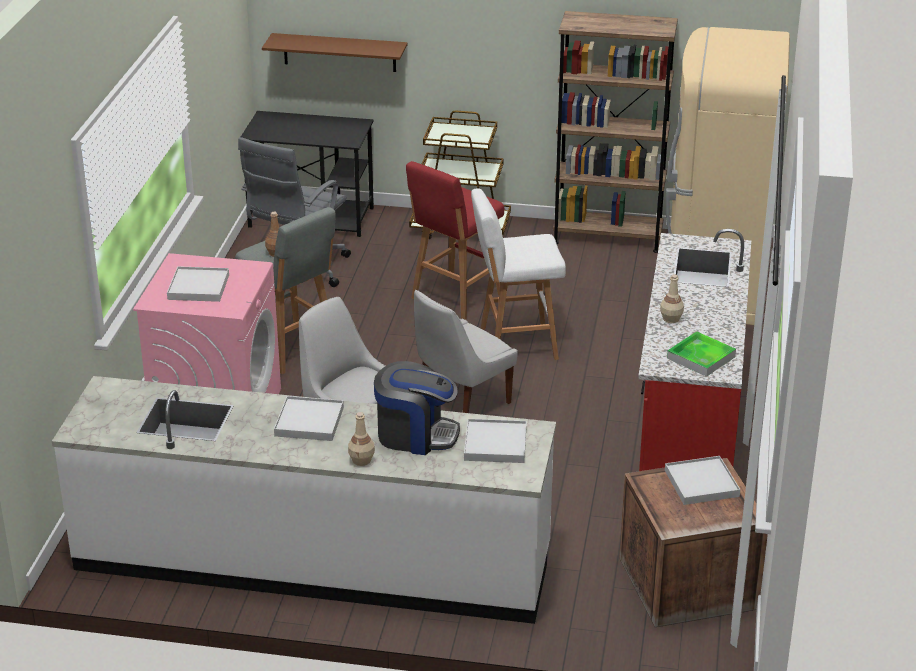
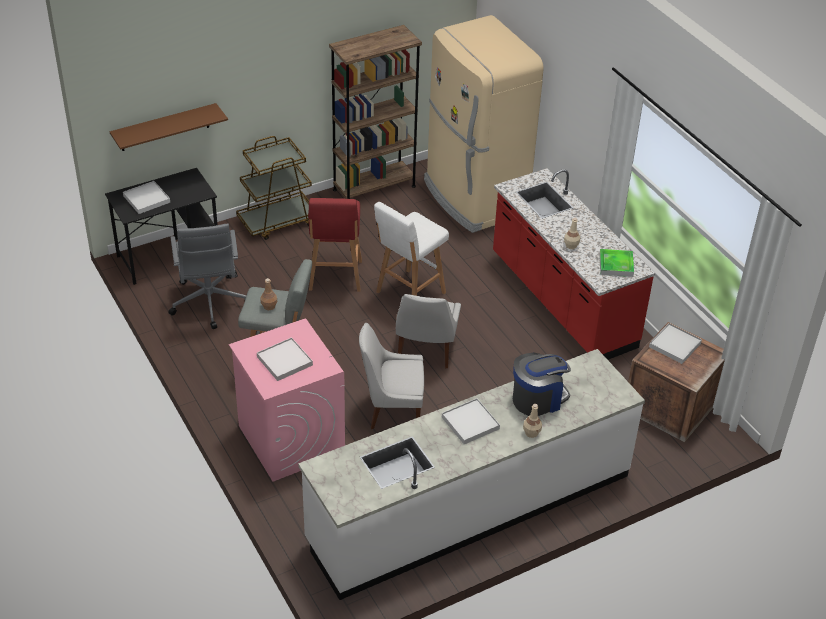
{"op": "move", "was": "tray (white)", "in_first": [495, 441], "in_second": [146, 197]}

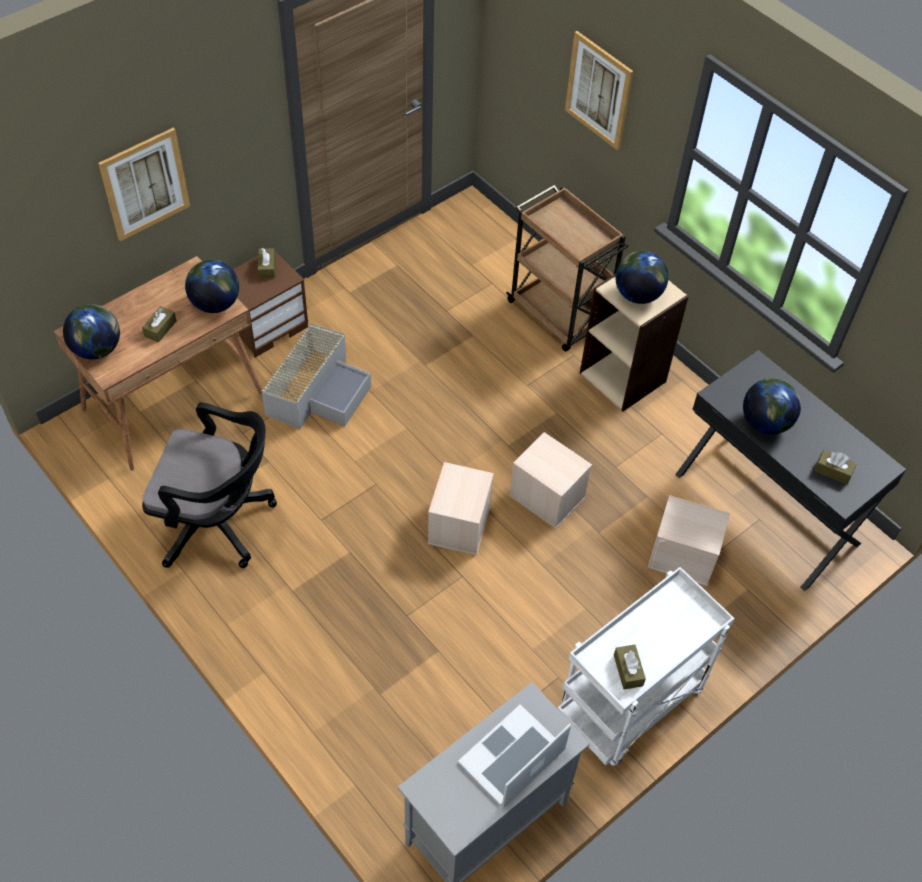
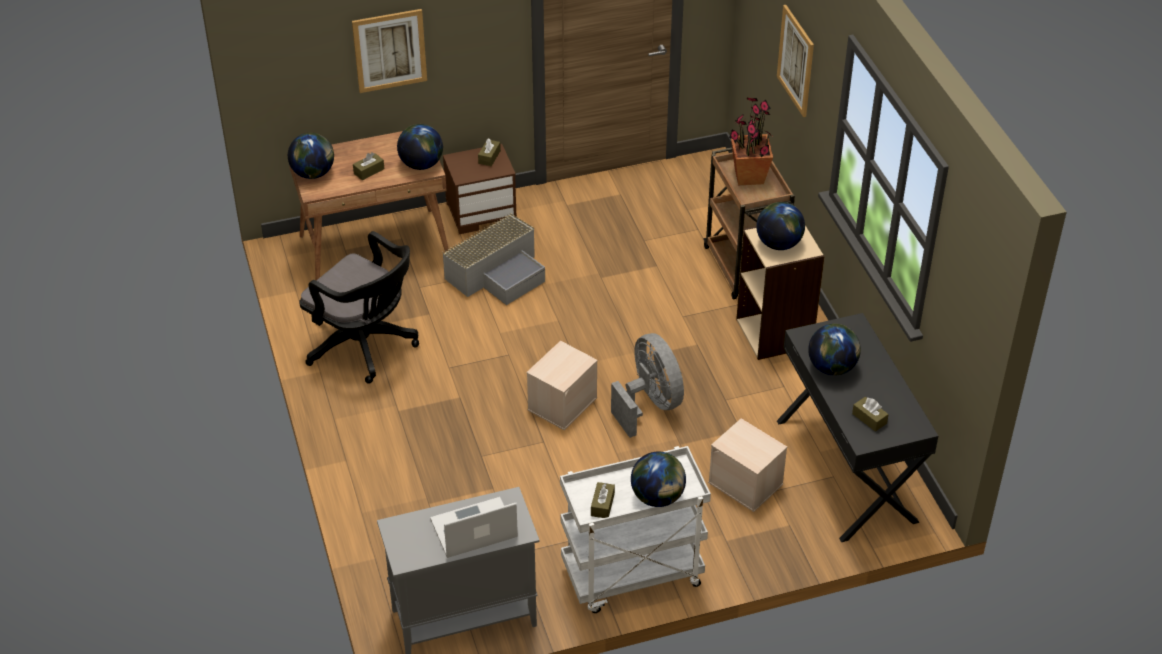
{"op": "replace", "was": "storage box (beige)", "now": "fan (grey)", "in_first": [550, 480], "in_second": [647, 385]}
{"op": "insert", "now": "globe", "in_second": [658, 479]}
{"op": "insert", "now": "potted plant", "in_second": [751, 141]}

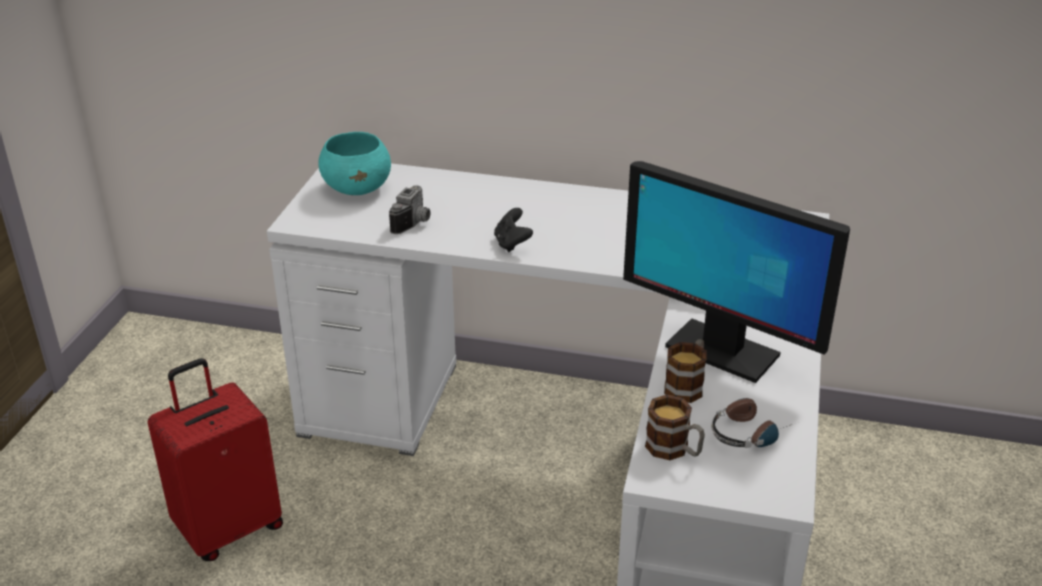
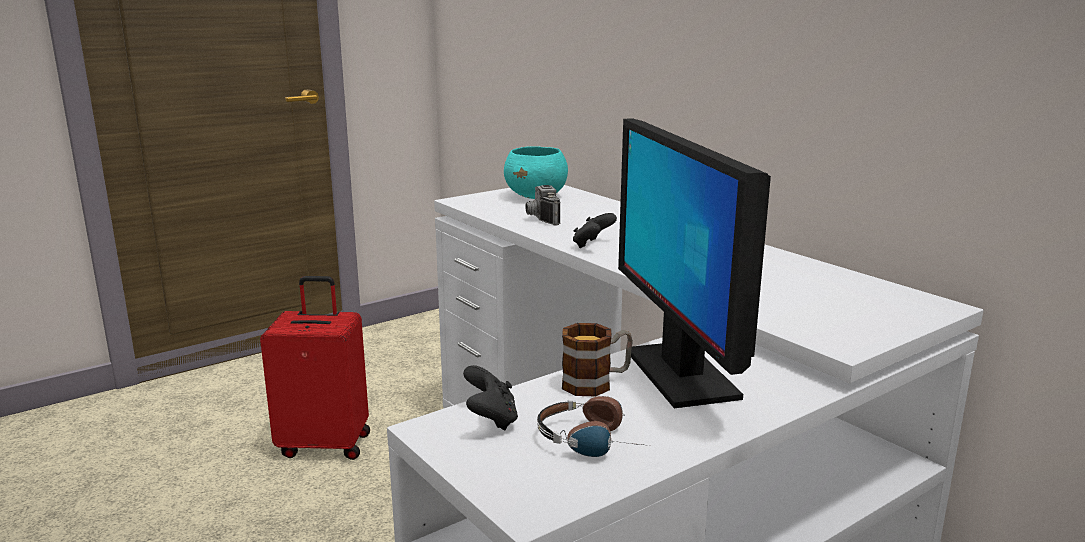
{"op": "replace", "was": "mug", "now": "game controller (black)", "in_first": [675, 427], "in_second": [490, 398]}
{"op": "rotate", "was": "photo camera", "in_first": [410, 209], "in_second": [543, 205], "clockwise": 105}

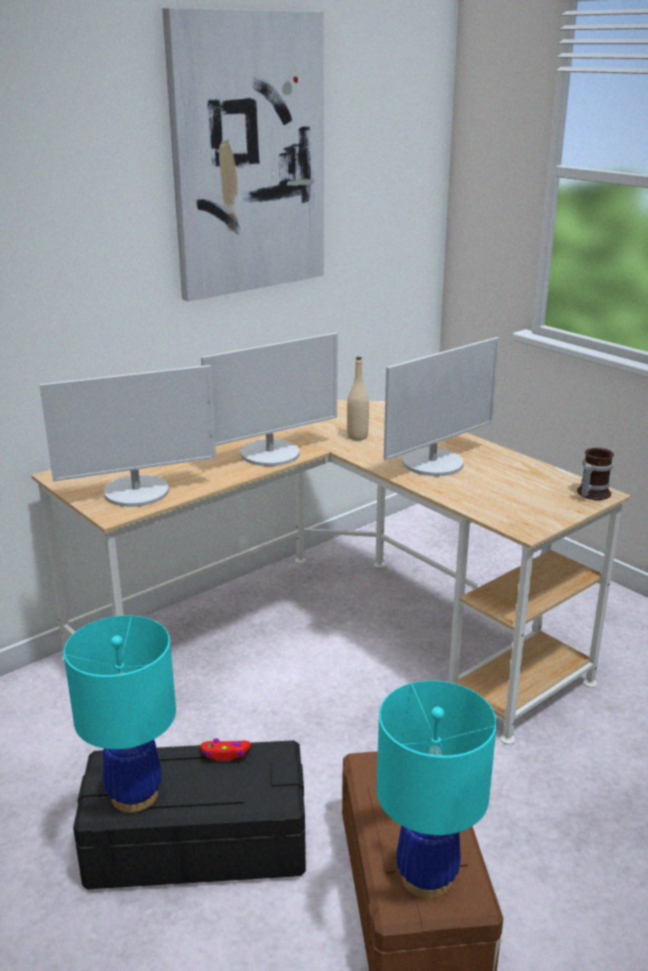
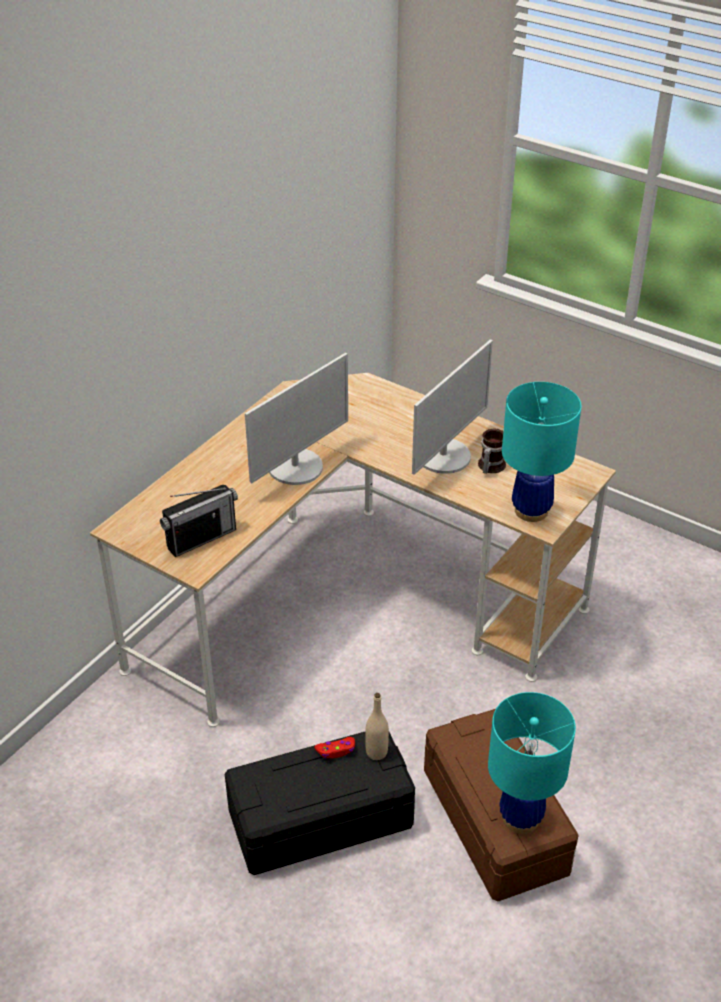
{"op": "replace", "was": "monitor", "now": "radio", "in_first": [127, 436], "in_second": [199, 521]}
{"op": "move", "was": "bottle (beige)", "in_first": [358, 398], "in_second": [377, 726]}
{"op": "move", "was": "mug", "in_first": [595, 474], "in_second": [492, 451]}
{"op": "move", "was": "table lamp (turquoise)", "in_first": [119, 713], "in_second": [541, 452]}
{"op": "delete", "was": "picture", "in_first": [243, 155]}

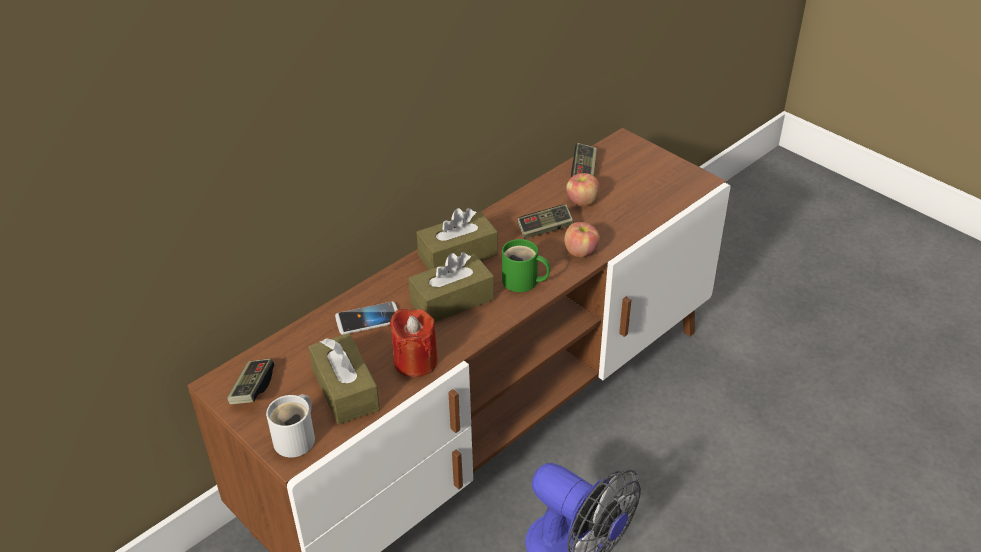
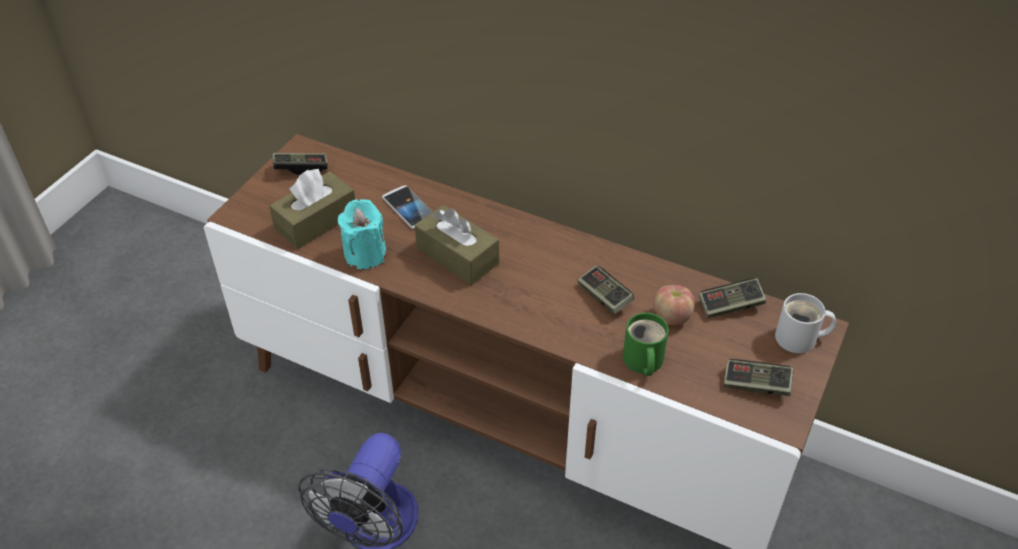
{"op": "recolor", "was": "candle (red)", "now": "candle (turquoise)", "in_first": [414, 343], "in_second": [362, 234]}
{"op": "move", "was": "mug (green)", "in_first": [526, 265], "in_second": [646, 344]}
{"op": "insert", "now": "game controller", "in_second": [759, 377]}
{"op": "move", "was": "mug (white)", "in_first": [290, 426], "in_second": [805, 323]}
{"op": "delete", "was": "tissue box (brown)", "in_first": [457, 239]}
{"op": "delete", "was": "apple", "in_first": [582, 239]}

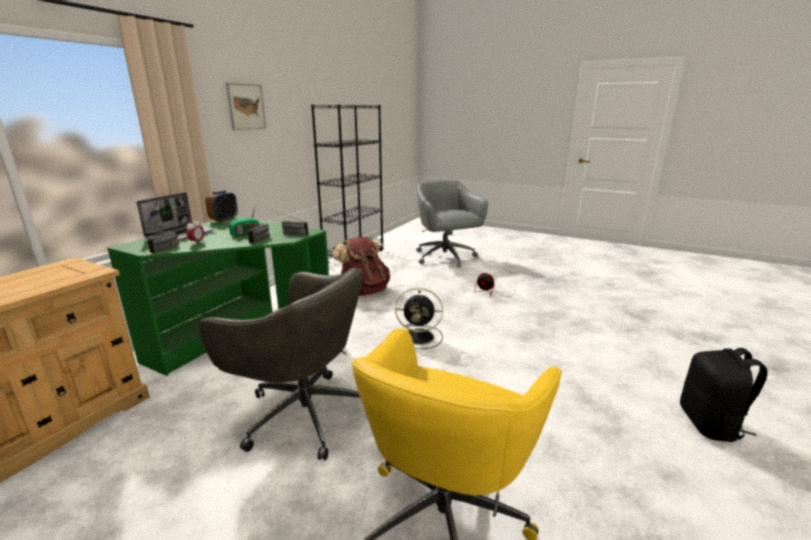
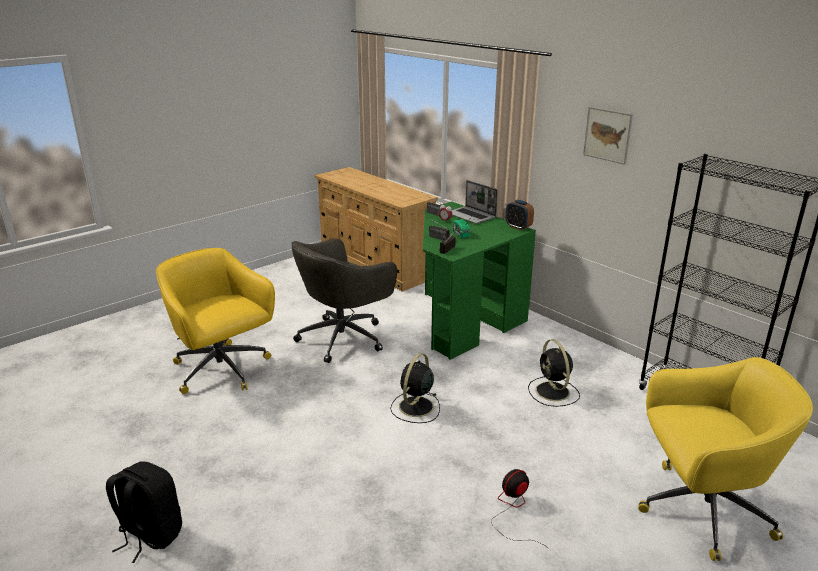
{"op": "replace", "was": "backpack (brown)", "now": "fan (black)", "in_first": [361, 266], "in_second": [554, 373]}
{"op": "recolor", "was": "office chair (grey)", "now": "office chair (yellow)", "in_first": [452, 223], "in_second": [725, 459]}

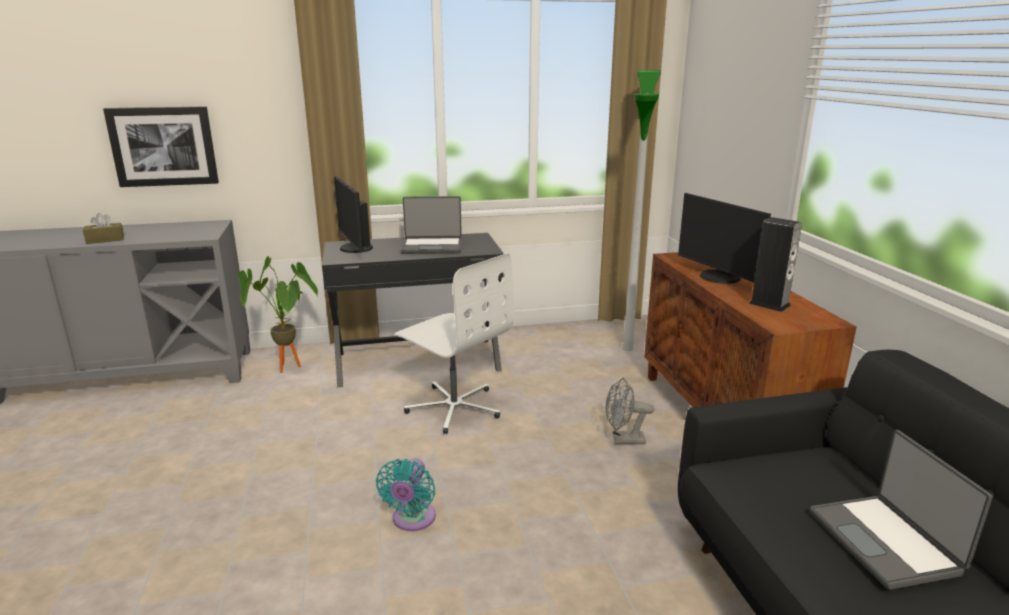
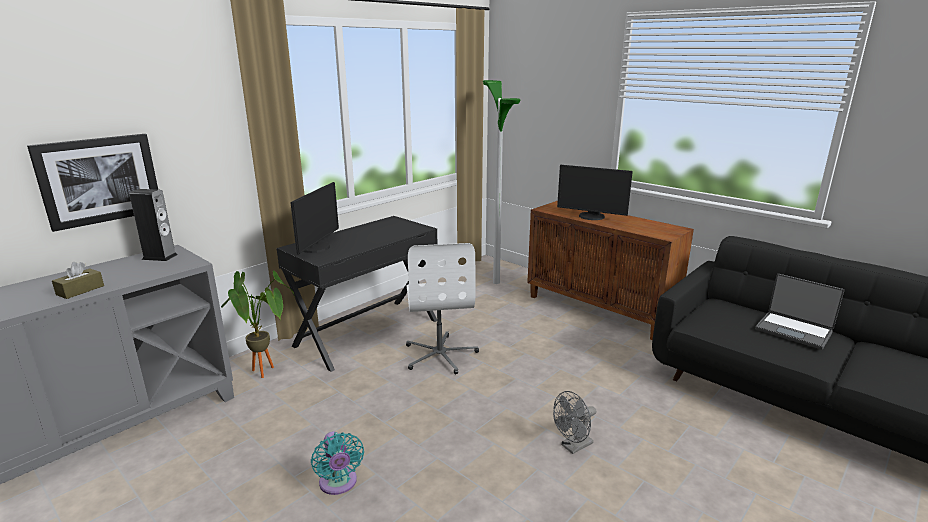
{"op": "move", "was": "speaker", "in_first": [775, 264], "in_second": [153, 225]}
{"op": "rotate", "was": "monitor", "in_first": [353, 214], "in_second": [314, 218], "clockwise": -105}
{"op": "move", "was": "fan (turquoise)", "in_first": [406, 494], "in_second": [337, 463]}
{"op": "rotate", "was": "office chair (white)", "in_first": [454, 343], "in_second": [442, 308], "clockwise": 75}
{"op": "move", "was": "fan (grey)", "in_first": [630, 411], "in_second": [574, 422]}
{"op": "delete", "was": "laptop", "in_first": [431, 225]}

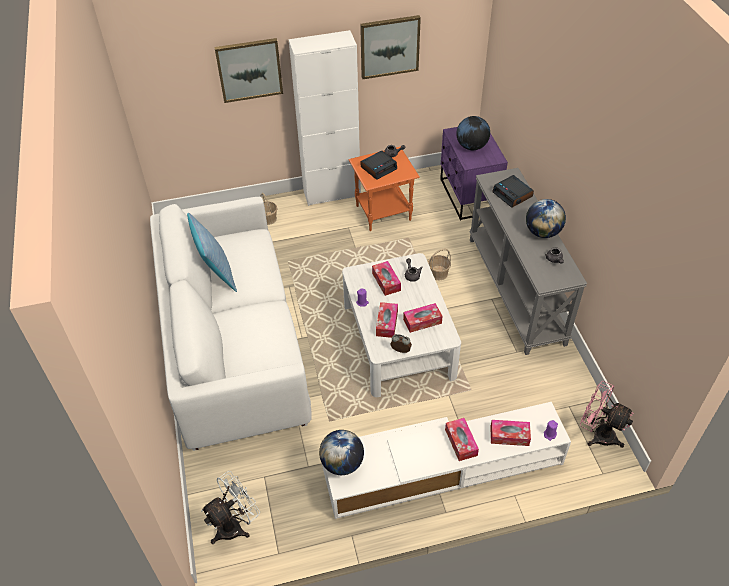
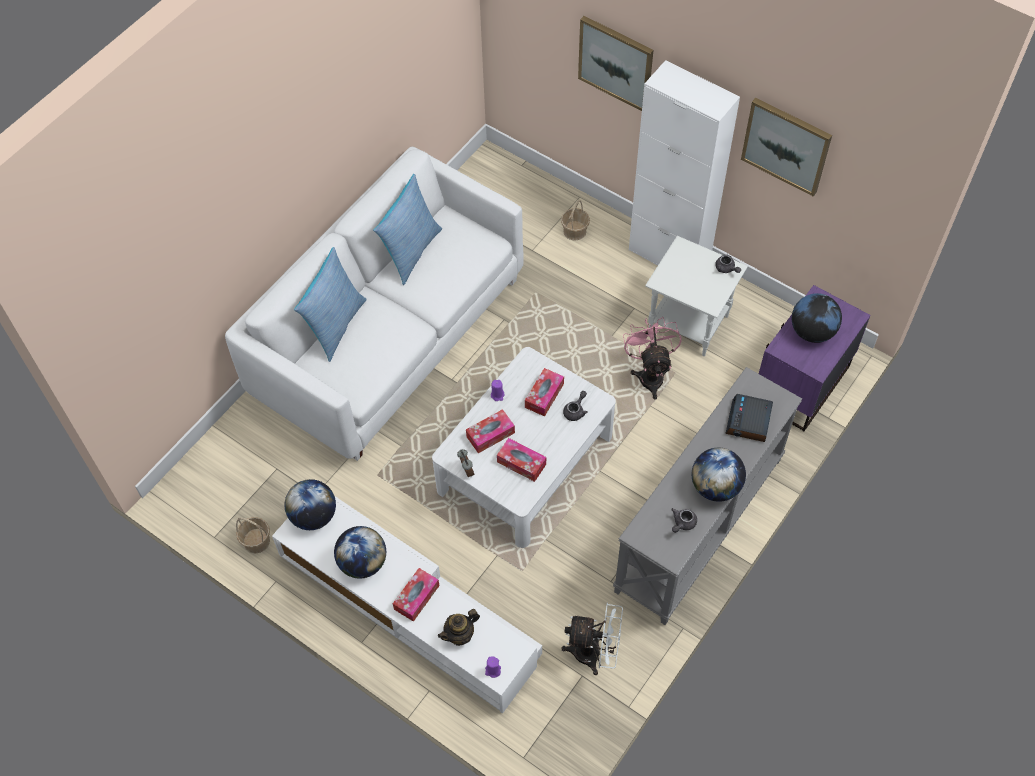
{"op": "move", "was": "basket", "in_first": [439, 265], "in_second": [253, 535]}
{"op": "insert", "now": "pillow", "in_second": [330, 304]}
{"op": "insert", "now": "globe", "in_second": [360, 552]}
{"op": "replace", "was": "tissue box", "now": "teapot", "in_first": [511, 433], "in_second": [459, 627]}
{"op": "move", "was": "fan (white)", "in_first": [230, 507], "in_second": [592, 638]}
{"op": "move", "was": "fan (pink)", "in_first": [607, 414], "in_second": [652, 358]}
{"op": "recolor", "was": "side table (orange)", "now": "side table (white)", "in_first": [384, 189], "in_second": [696, 296]}
{"op": "delete", "was": "alarm clock", "in_first": [378, 165]}

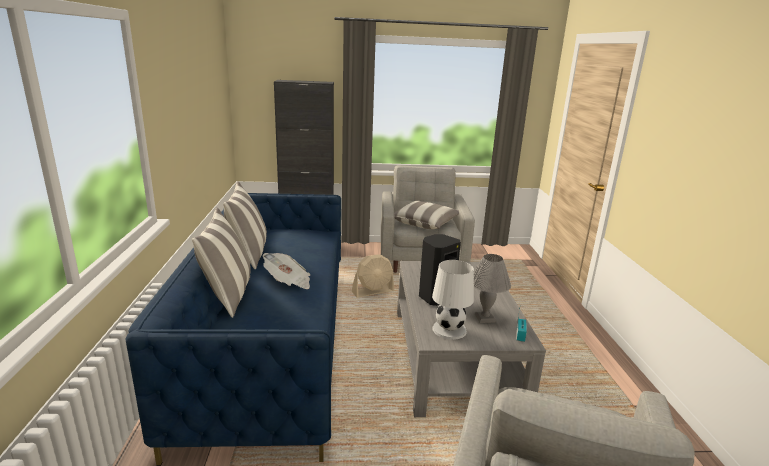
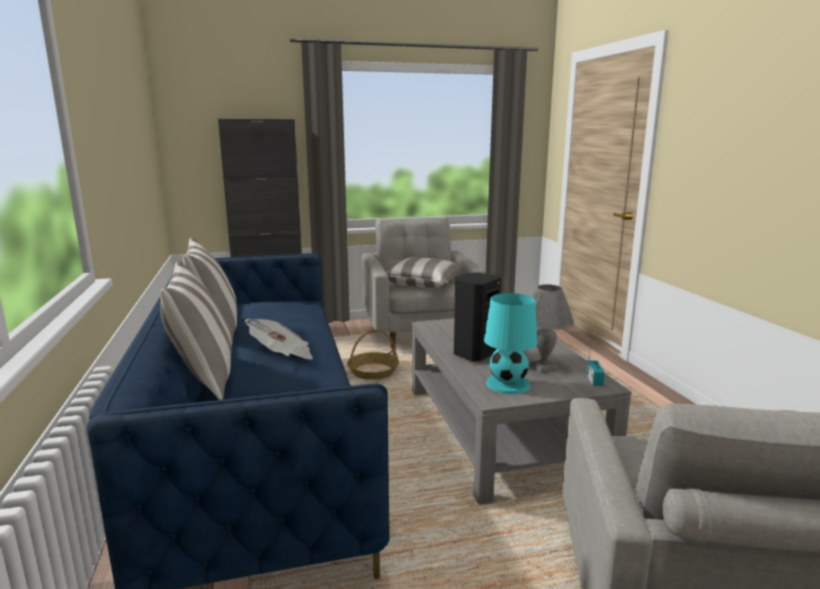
{"op": "replace", "was": "fan (beige)", "now": "basket", "in_first": [373, 276], "in_second": [373, 354]}
{"op": "recolor", "was": "table lamp (white)", "now": "table lamp (turquoise)", "in_first": [453, 300], "in_second": [510, 343]}

